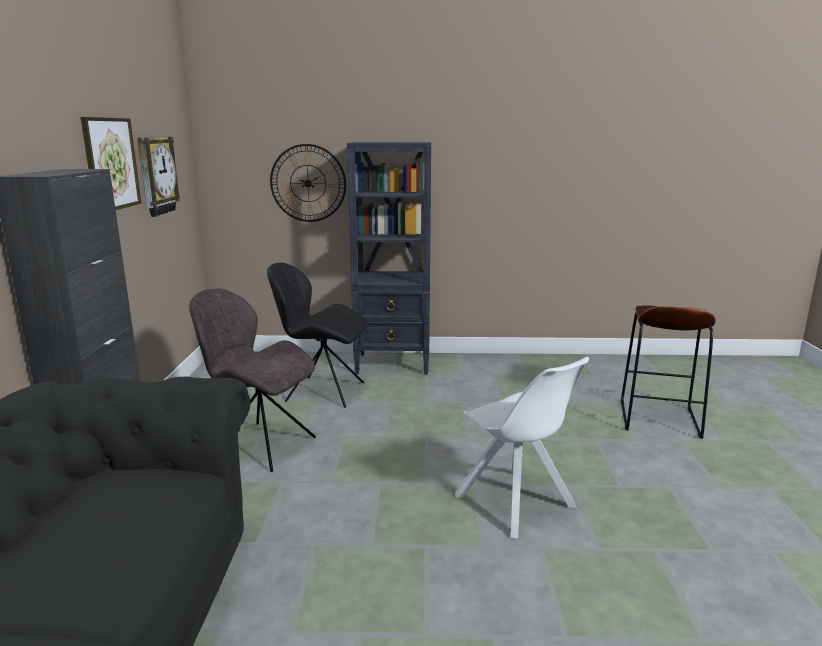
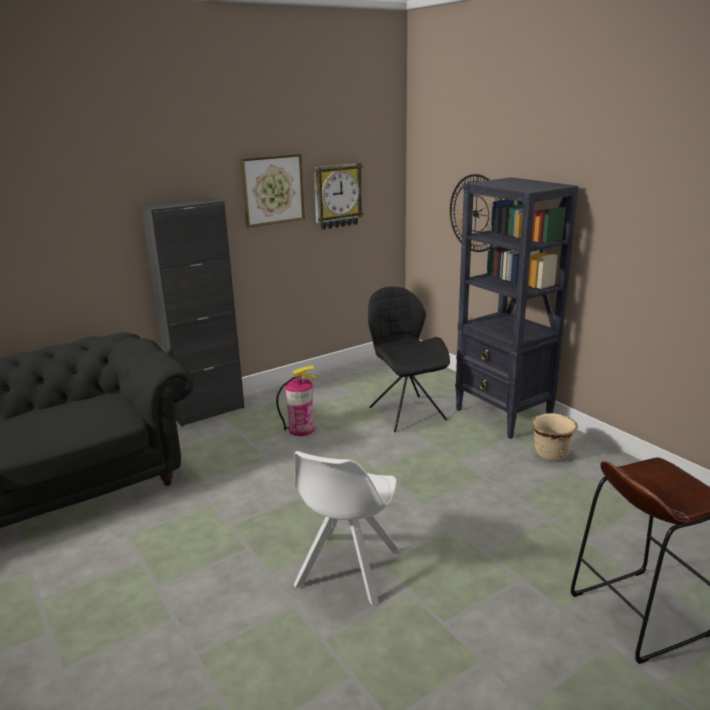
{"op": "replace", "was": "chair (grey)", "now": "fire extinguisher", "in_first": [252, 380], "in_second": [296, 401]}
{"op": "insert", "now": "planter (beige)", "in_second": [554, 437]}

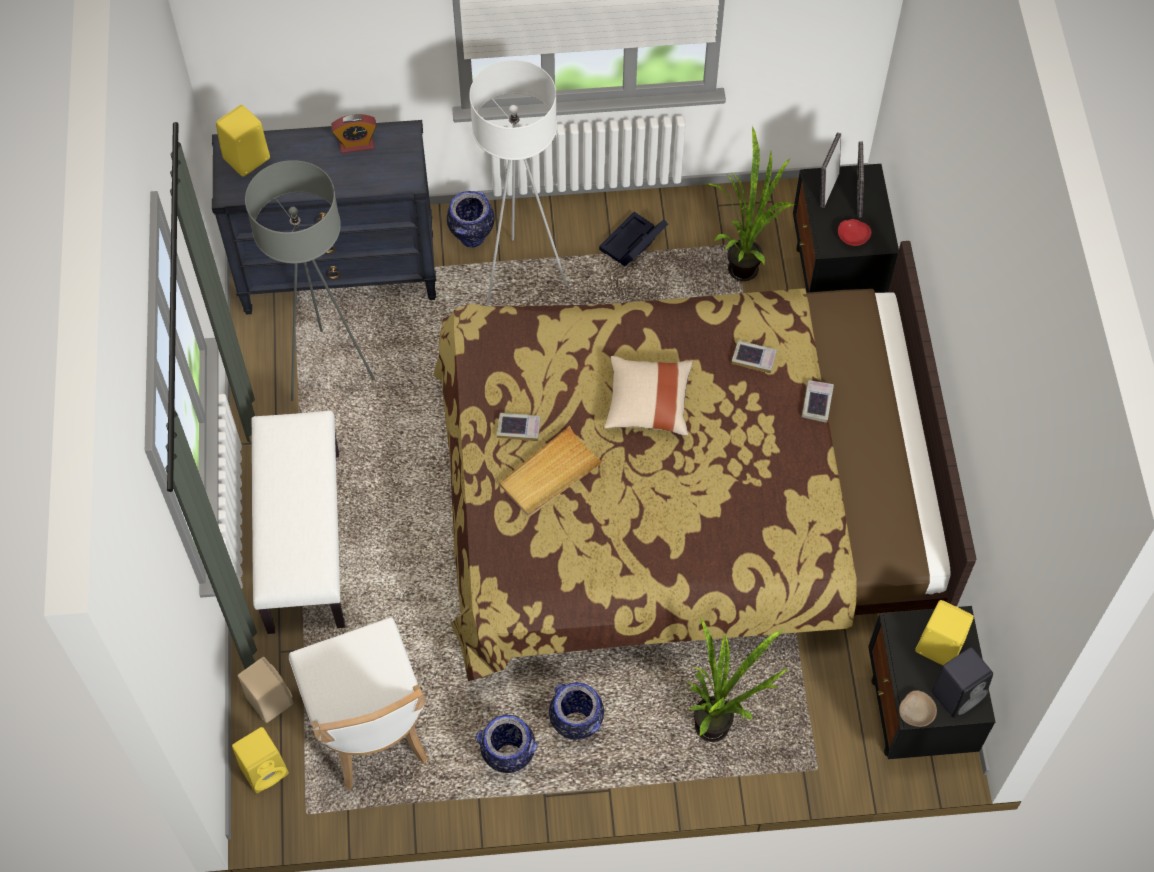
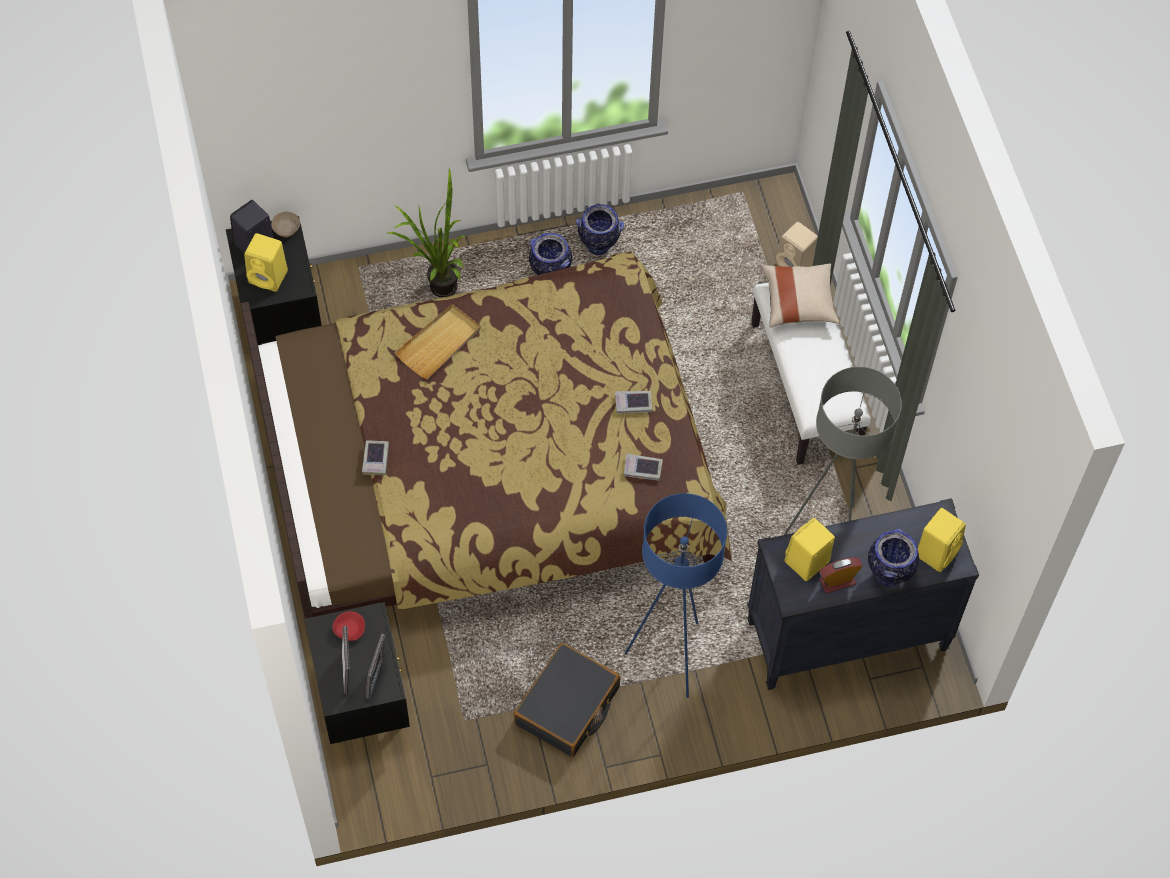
{"op": "move", "was": "tray (beige)", "in_first": [551, 471], "in_second": [438, 341]}
{"op": "replace", "was": "storage box (black)", "now": "suitcase (black)", "in_first": [633, 239], "in_second": [567, 700]}
{"op": "move", "was": "book", "in_first": [754, 357], "in_second": [643, 467]}
{"op": "recolor", "was": "floor lamp (white)", "now": "floor lamp (blue)", "in_first": [518, 182], "in_second": [676, 595]}
{"op": "move", "was": "pillow (beige)", "in_first": [648, 396], "in_second": [800, 295]}
{"op": "move", "was": "speaker (yellow)", "in_first": [260, 760], "in_second": [810, 549]}
{"op": "move", "was": "vase", "in_first": [471, 219], "in_second": [893, 558]}
{"op": "delete", "was": "chair (white)", "in_first": [358, 704]}
{"op": "delete", "was": "potted plant", "in_first": [751, 203]}

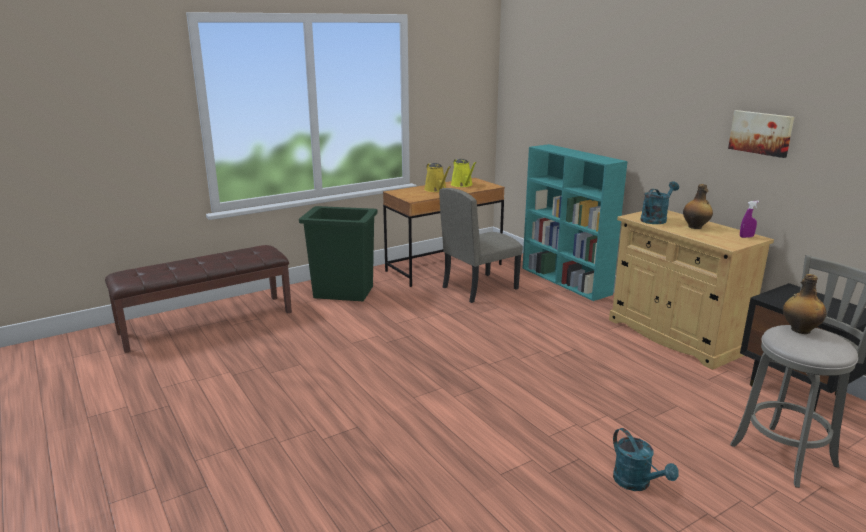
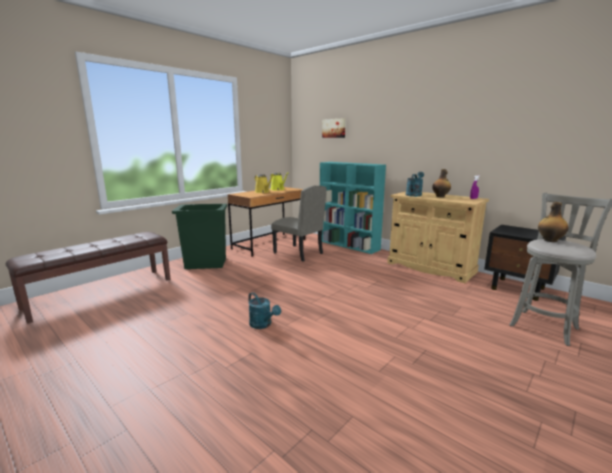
{"op": "move", "was": "watering can (turquoise)", "in_first": [646, 459], "in_second": [264, 310]}
{"op": "rotate", "was": "chair (beige)", "in_first": [481, 245], "in_second": [299, 223], "clockwise": -90}
{"op": "move", "was": "picture", "in_first": [761, 134], "in_second": [334, 128]}

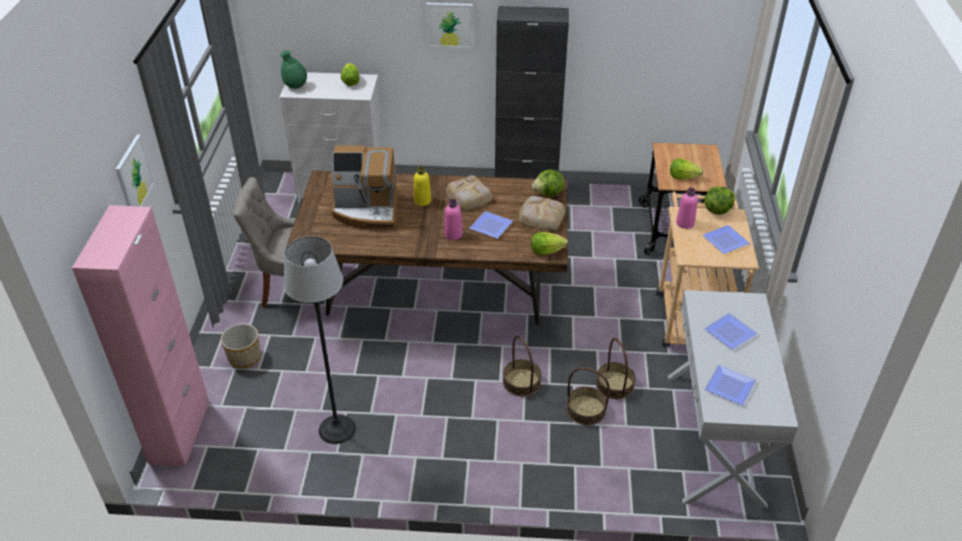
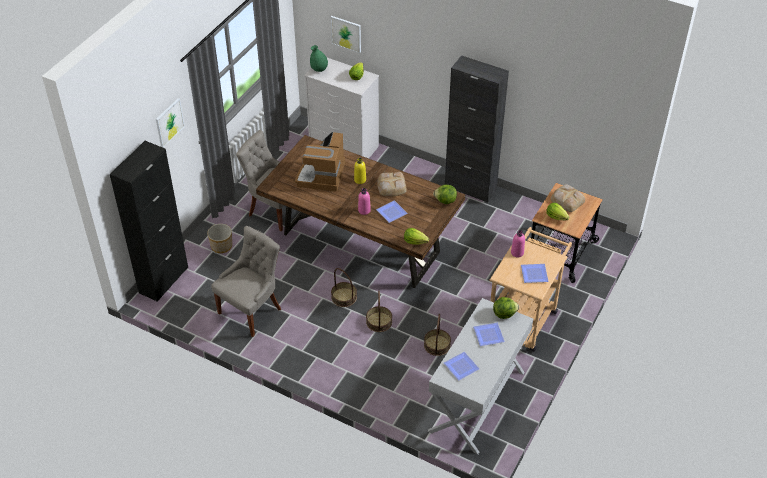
{"op": "recolor", "was": "cabinet (pink)", "now": "cabinet (black)", "in_first": [140, 336], "in_second": [149, 221]}
{"op": "replace", "was": "floor lamp", "now": "chair (grey)", "in_first": [319, 340], "in_second": [246, 281]}
{"op": "rotate", "was": "coffee machine", "in_first": [365, 187], "in_second": [320, 162], "clockwise": 75}
{"op": "move", "was": "picture", "in_first": [449, 25], "in_second": [346, 34]}
{"op": "move", "was": "basket", "in_first": [588, 396], "in_second": [344, 287]}
{"op": "move", "was": "lettuce", "in_first": [720, 201], "in_second": [506, 308]}
{"op": "move", "was": "bread", "in_first": [542, 213], "in_second": [568, 198]}

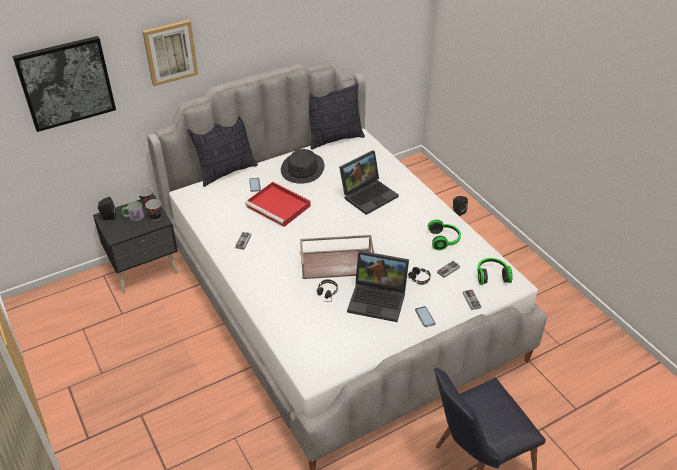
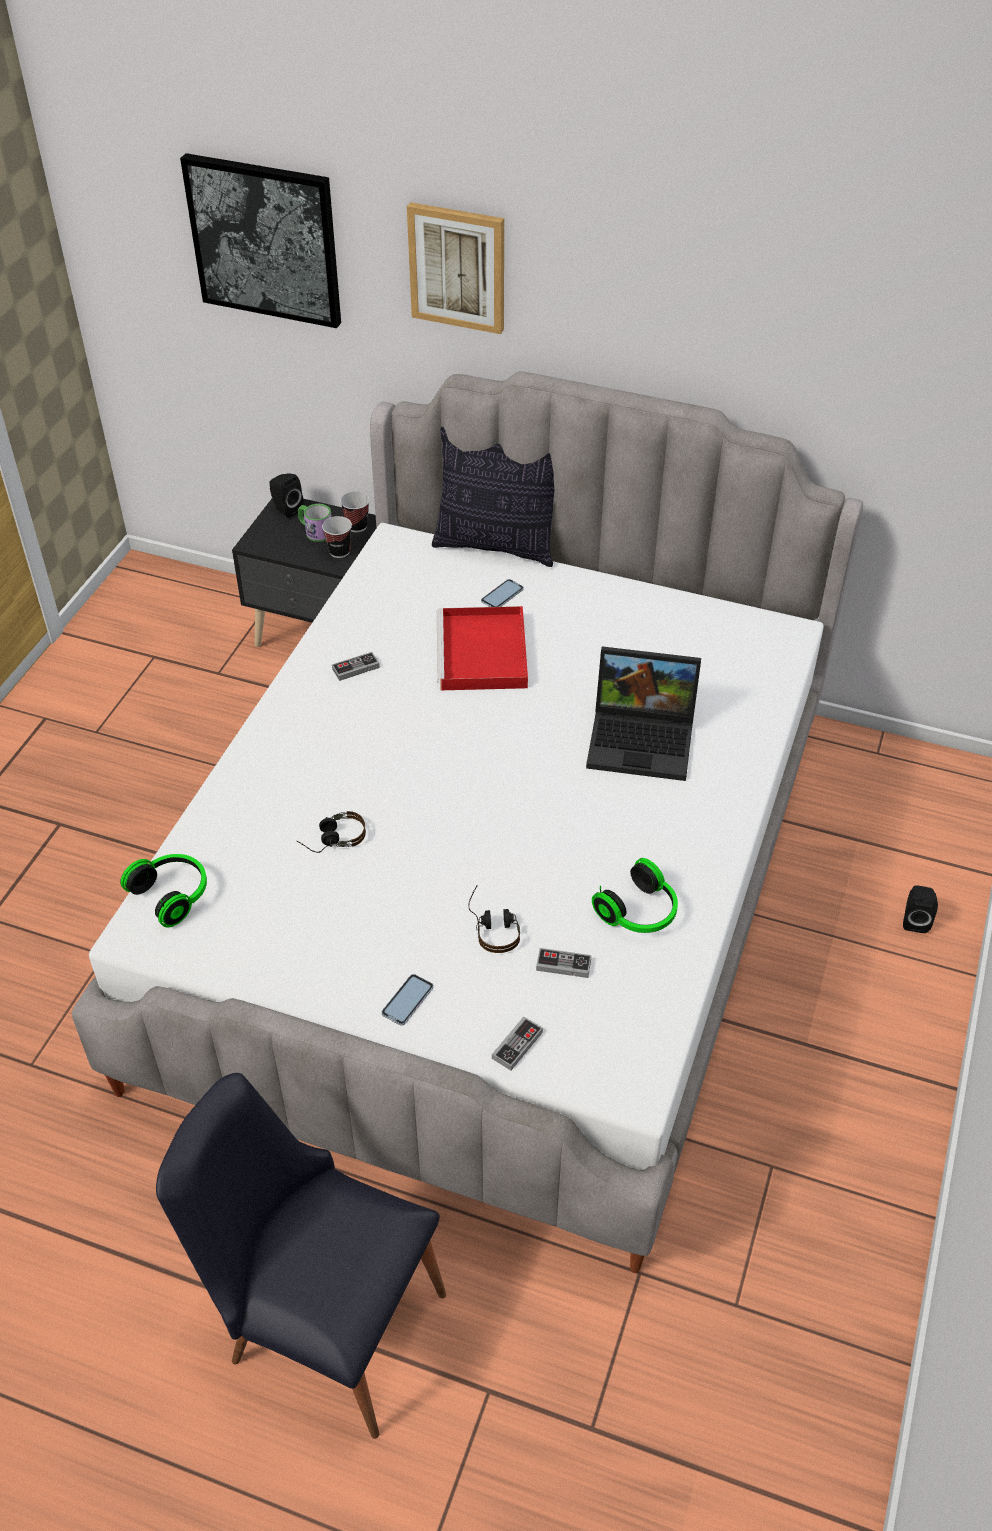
{"op": "move", "was": "headphones", "in_first": [495, 271], "in_second": [163, 891]}
{"op": "delete", "was": "hat (black)", "in_first": [303, 166]}
{"op": "delete", "was": "tray (brown)", "in_first": [337, 257]}
{"op": "delete", "was": "pillow", "in_first": [337, 116]}
{"op": "delete", "was": "laptop", "in_first": [378, 286]}

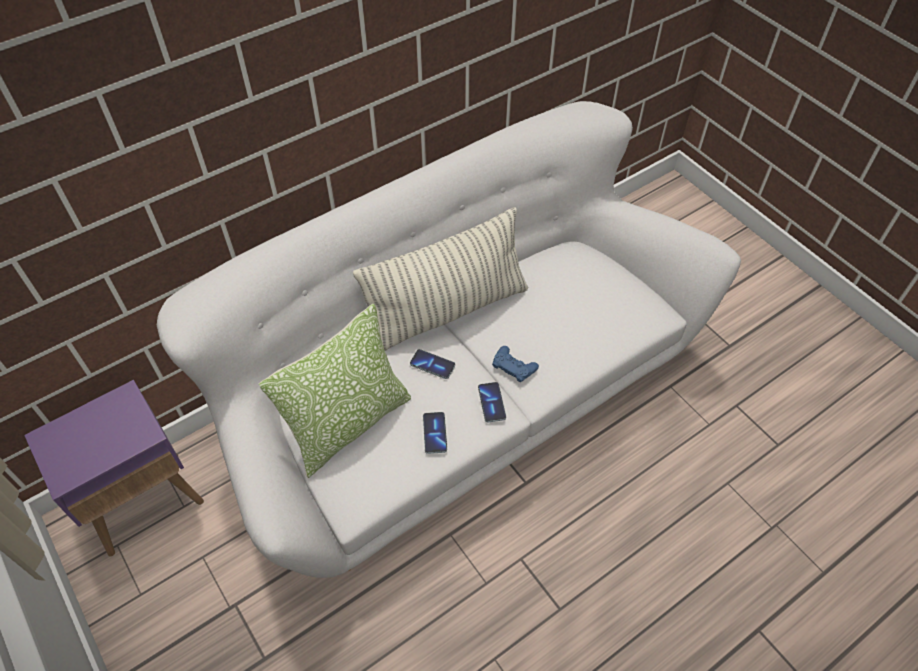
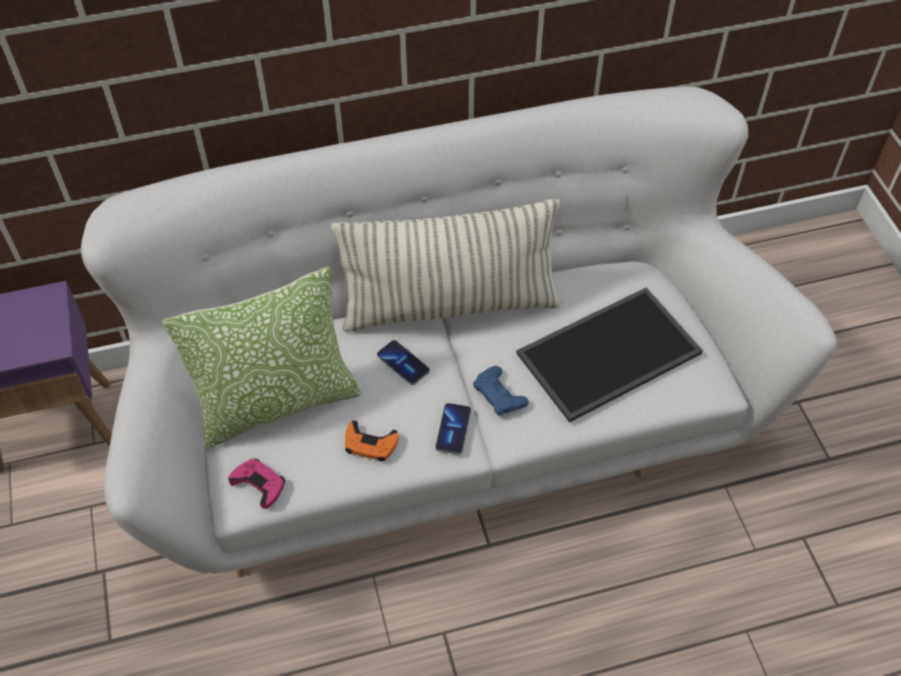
{"op": "insert", "now": "game controller (pink)", "in_second": [256, 484]}
{"op": "replace", "was": "phone", "now": "game controller (orange)", "in_first": [435, 433], "in_second": [372, 440]}
{"op": "insert", "now": "tray", "in_second": [609, 355]}

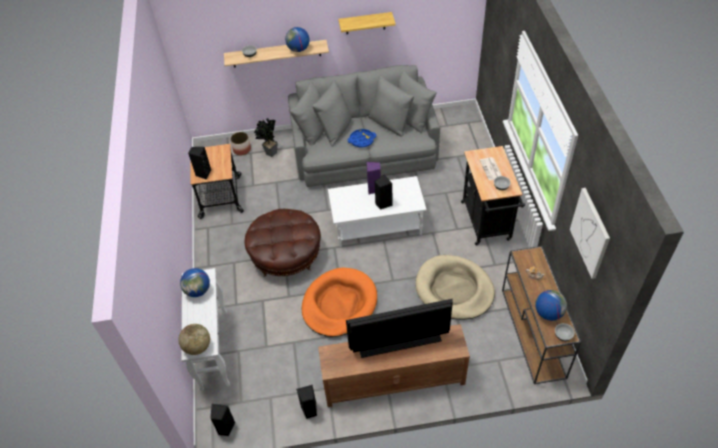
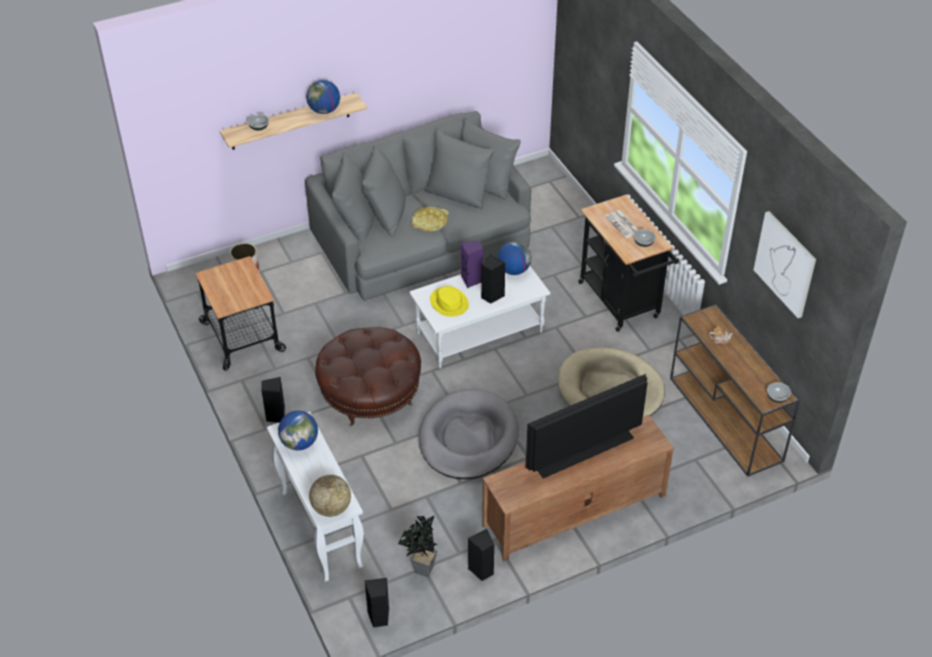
{"op": "move", "was": "speaker (black)", "in_first": [199, 163], "in_second": [273, 400]}
{"op": "move", "was": "potted plant", "in_first": [266, 137], "in_second": [418, 546]}
{"op": "recolor", "was": "tray (blue)", "now": "tray (yellow)", "in_first": [361, 138], "in_second": [430, 219]}
{"op": "recolor", "was": "dog bed (orange)", "now": "dog bed (grey)", "in_first": [339, 302], "in_second": [469, 434]}
{"op": "insert", "now": "hat (yellow)", "in_second": [449, 301]}
{"op": "move", "was": "globe", "in_first": [551, 305], "in_second": [514, 258]}
{"op": "delete", "was": "shelf", "in_first": [367, 23]}

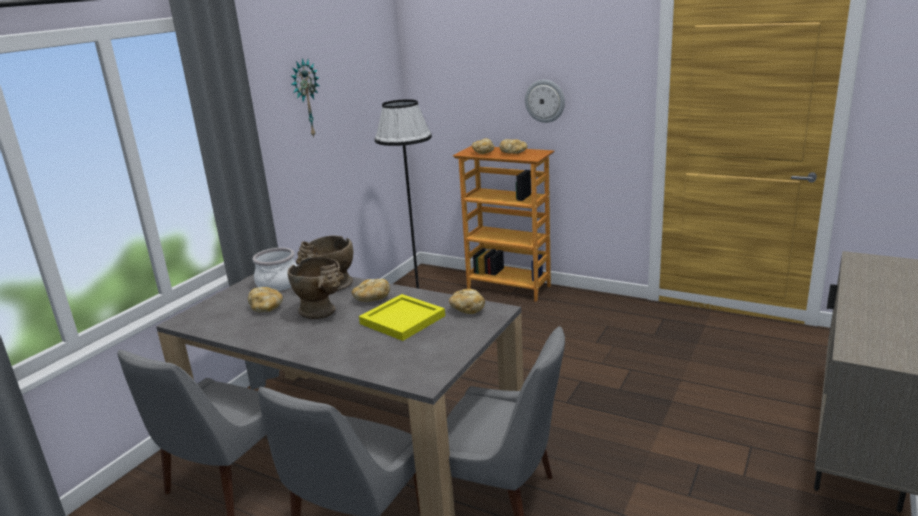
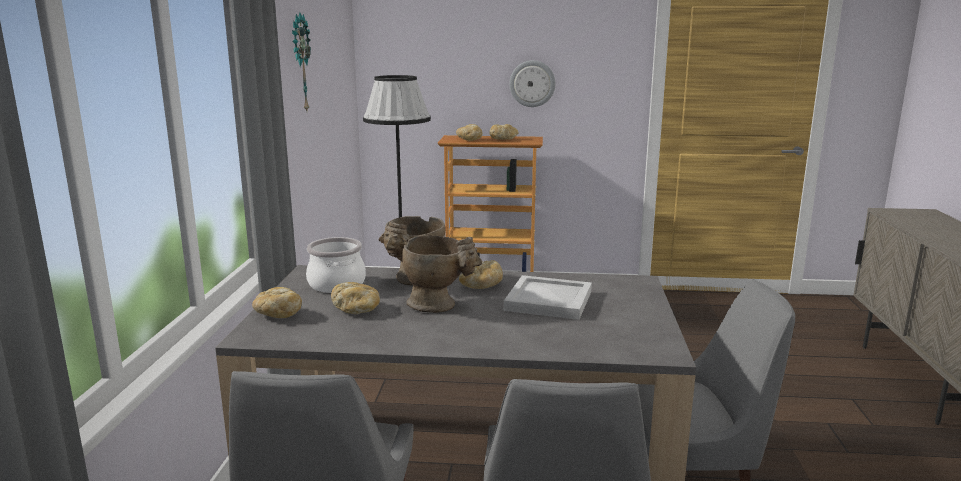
{"op": "move", "was": "bread", "in_first": [467, 301], "in_second": [277, 302]}
{"op": "recolor", "was": "tray (yellow)", "now": "tray (white)", "in_first": [402, 317], "in_second": [548, 297]}

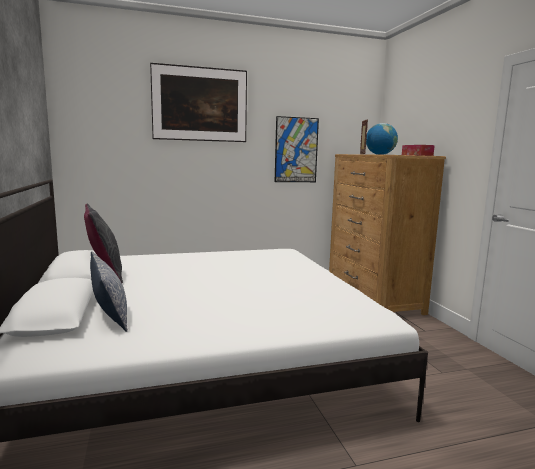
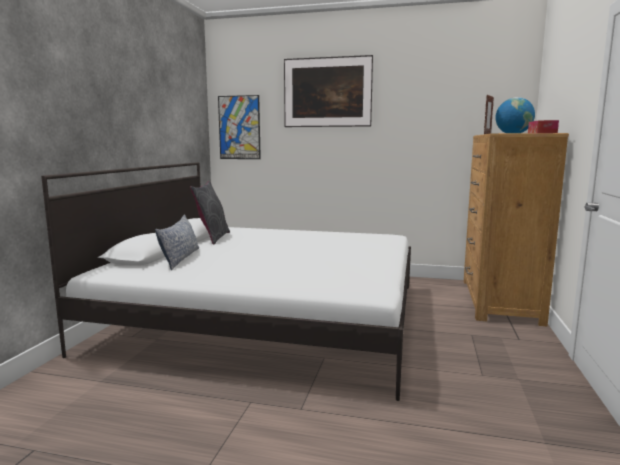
{"op": "move", "was": "picture", "in_first": [297, 149], "in_second": [239, 127]}

